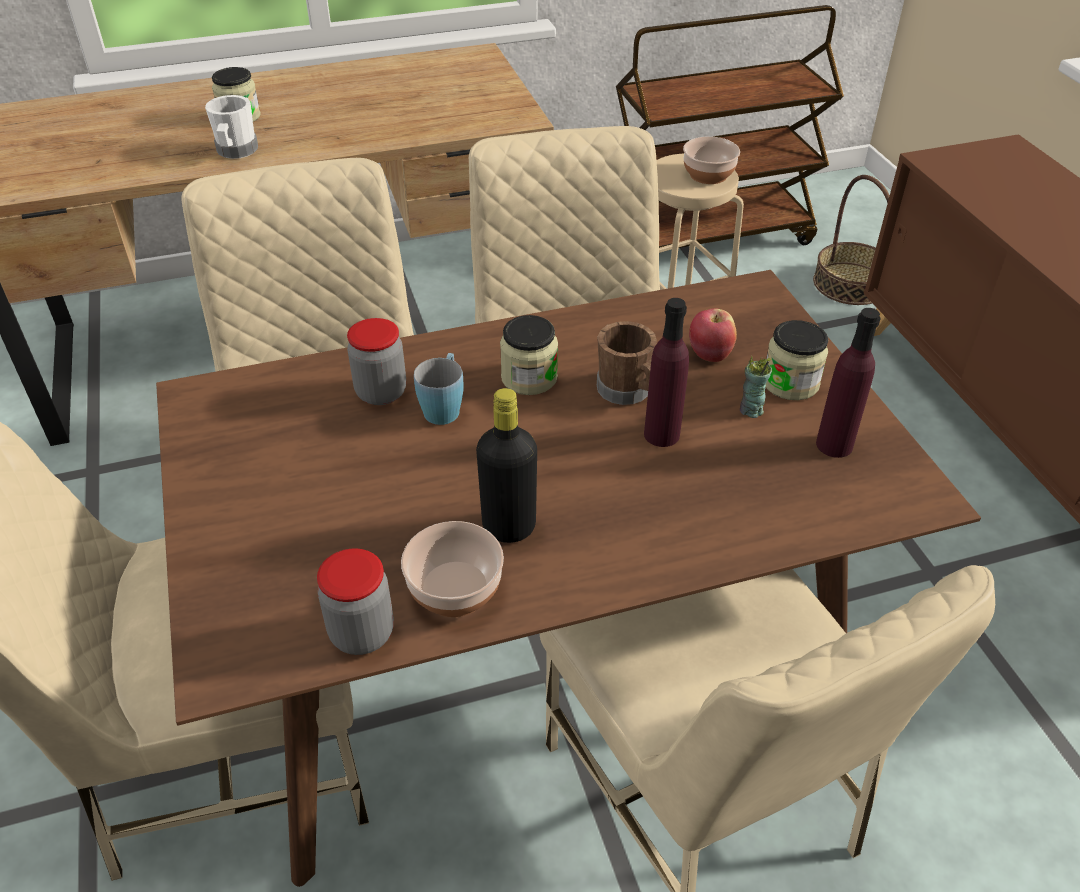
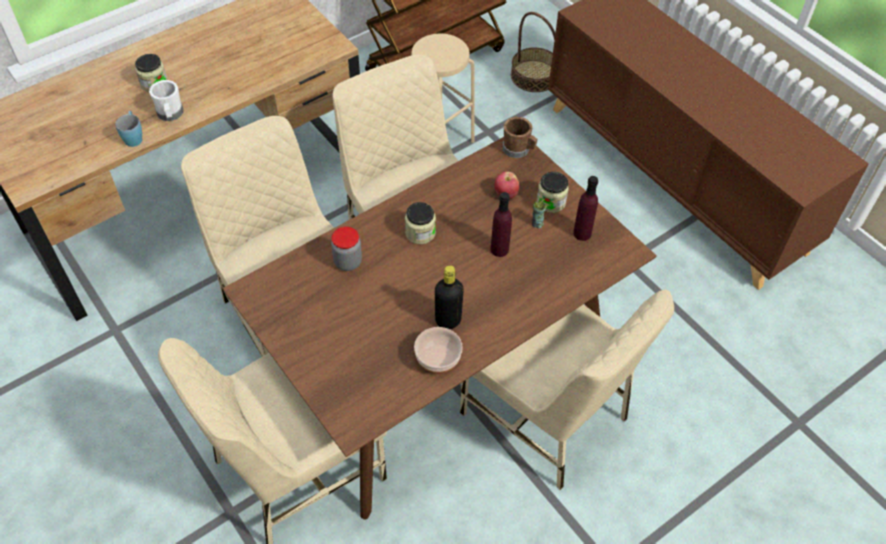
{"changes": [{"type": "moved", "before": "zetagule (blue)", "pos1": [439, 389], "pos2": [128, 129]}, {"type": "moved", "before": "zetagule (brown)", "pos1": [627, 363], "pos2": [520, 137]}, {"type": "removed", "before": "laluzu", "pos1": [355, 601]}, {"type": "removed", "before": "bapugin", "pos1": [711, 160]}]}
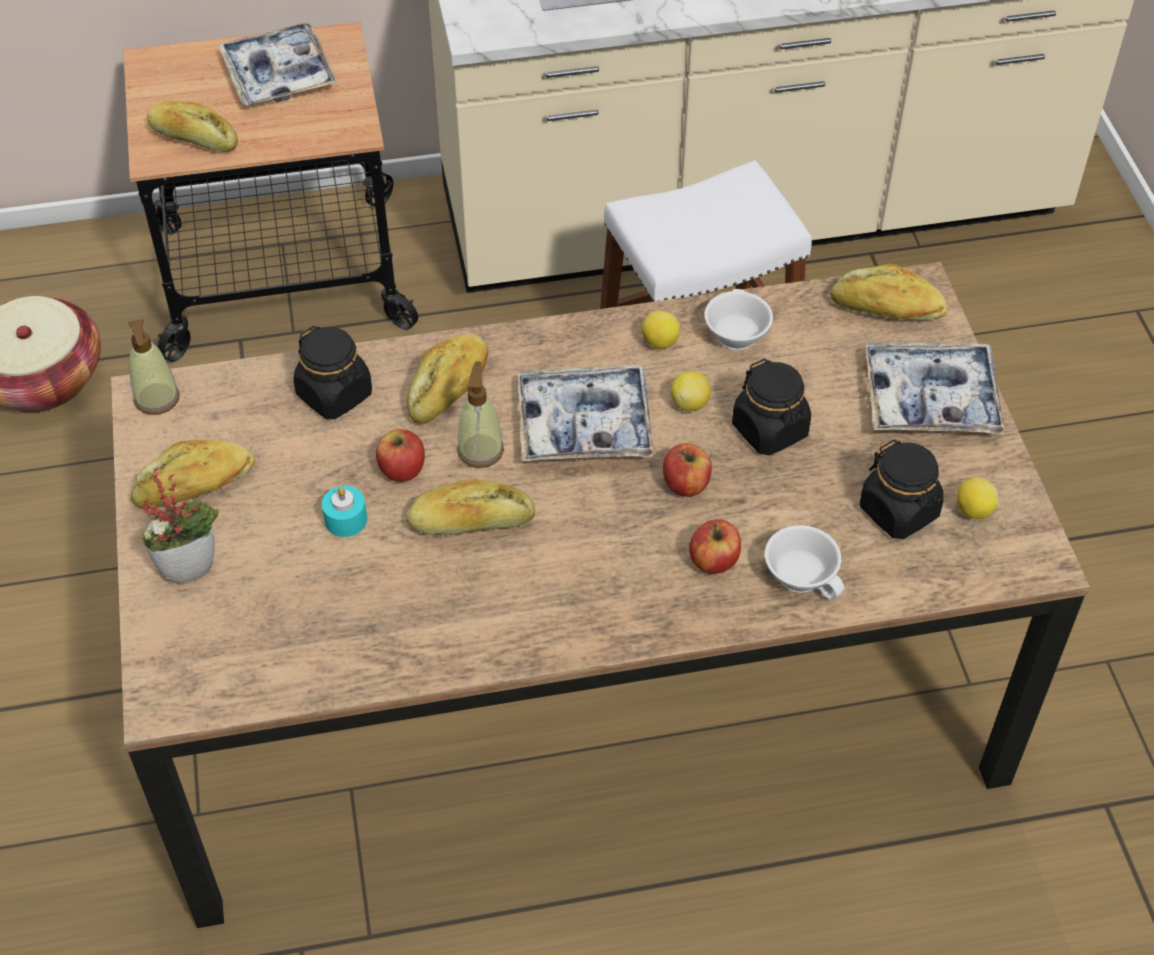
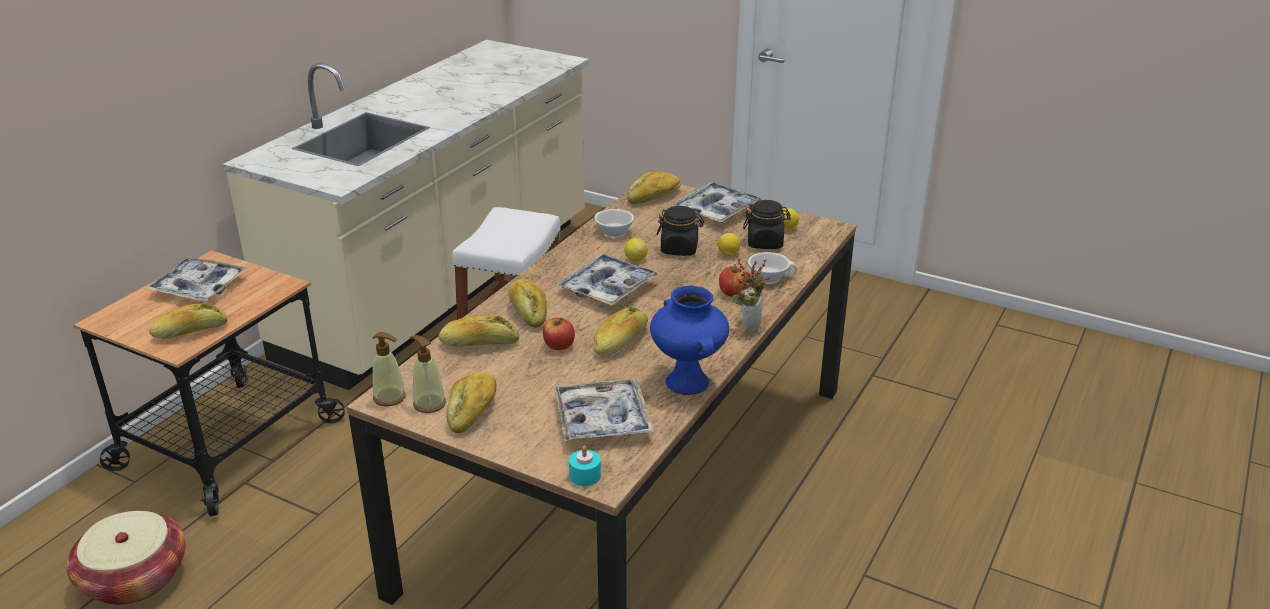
{"changes": [{"type": "moved", "before": "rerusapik", "pos1": [480, 415], "pos2": [428, 374]}, {"type": "replaced", "before": "laluzu (black)", "after": "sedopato", "pos1": [333, 372], "pos2": [478, 330]}, {"type": "added", "after": "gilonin", "pos2": [604, 410]}, {"type": "moved", "before": "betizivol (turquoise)", "pos1": [344, 511], "pos2": [585, 466]}, {"type": "added", "after": "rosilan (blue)", "pos2": [689, 340]}, {"type": "moved", "before": "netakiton", "pos1": [660, 330], "pos2": [729, 244]}, {"type": "moved", "before": "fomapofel", "pos1": [179, 526], "pos2": [751, 294]}, {"type": "removed", "before": "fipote", "pos1": [687, 470]}]}
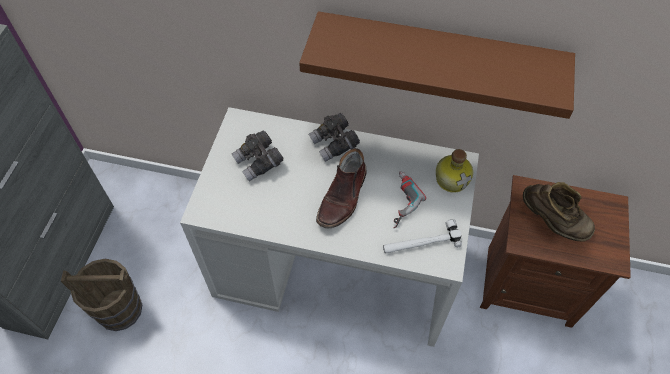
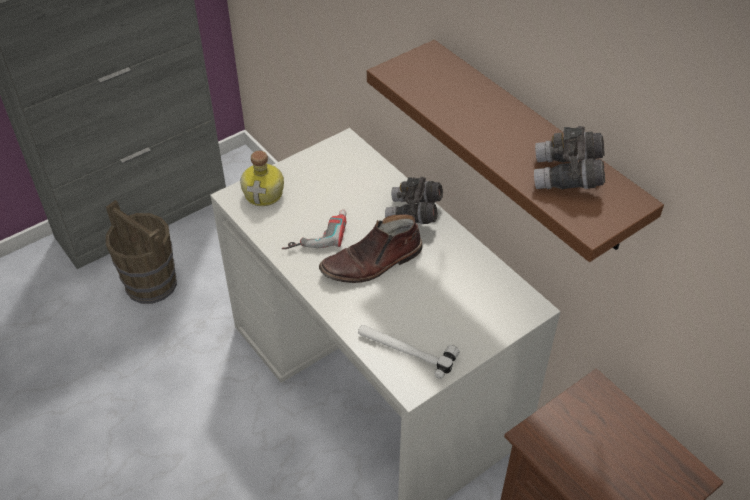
{"changes": [{"type": "moved", "before": "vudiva", "pos1": [454, 171], "pos2": [262, 178]}, {"type": "moved", "before": "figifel", "pos1": [410, 199], "pos2": [314, 229]}, {"type": "moved", "before": "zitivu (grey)", "pos1": [258, 156], "pos2": [569, 158]}, {"type": "removed", "before": "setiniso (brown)", "pos1": [559, 212]}]}
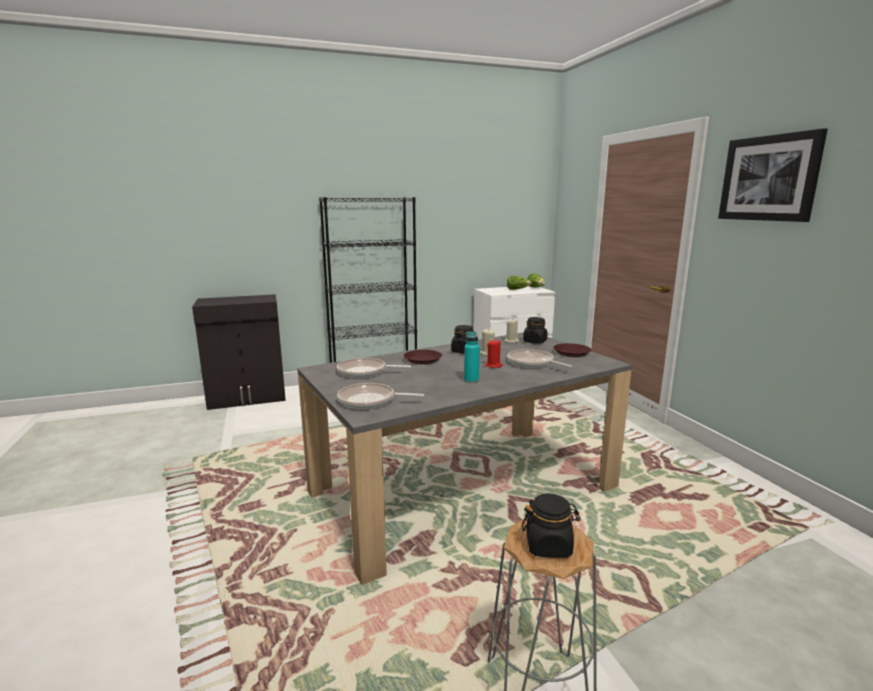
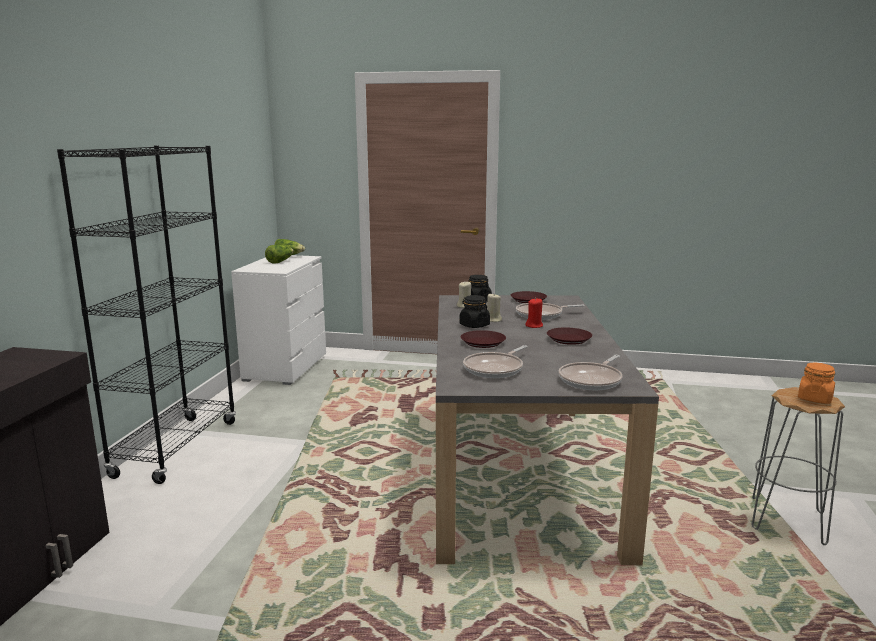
{"changes": [{"type": "replaced", "before": "vudiva (turquoise)", "after": "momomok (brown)", "pos1": [472, 357], "pos2": [569, 336]}, {"type": "recoloured", "before": "laluzu (black)", "after": "laluzu (orange)", "pos1": [551, 525], "pos2": [816, 383]}, {"type": "removed", "before": "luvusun", "pos1": [773, 175]}]}
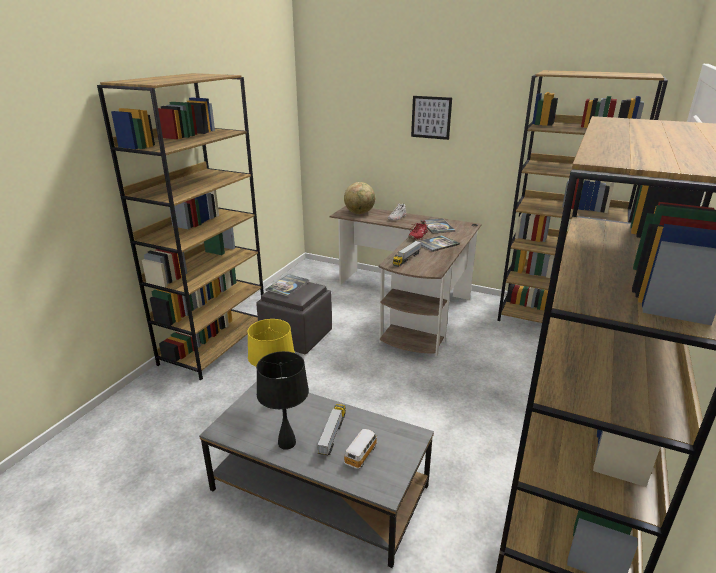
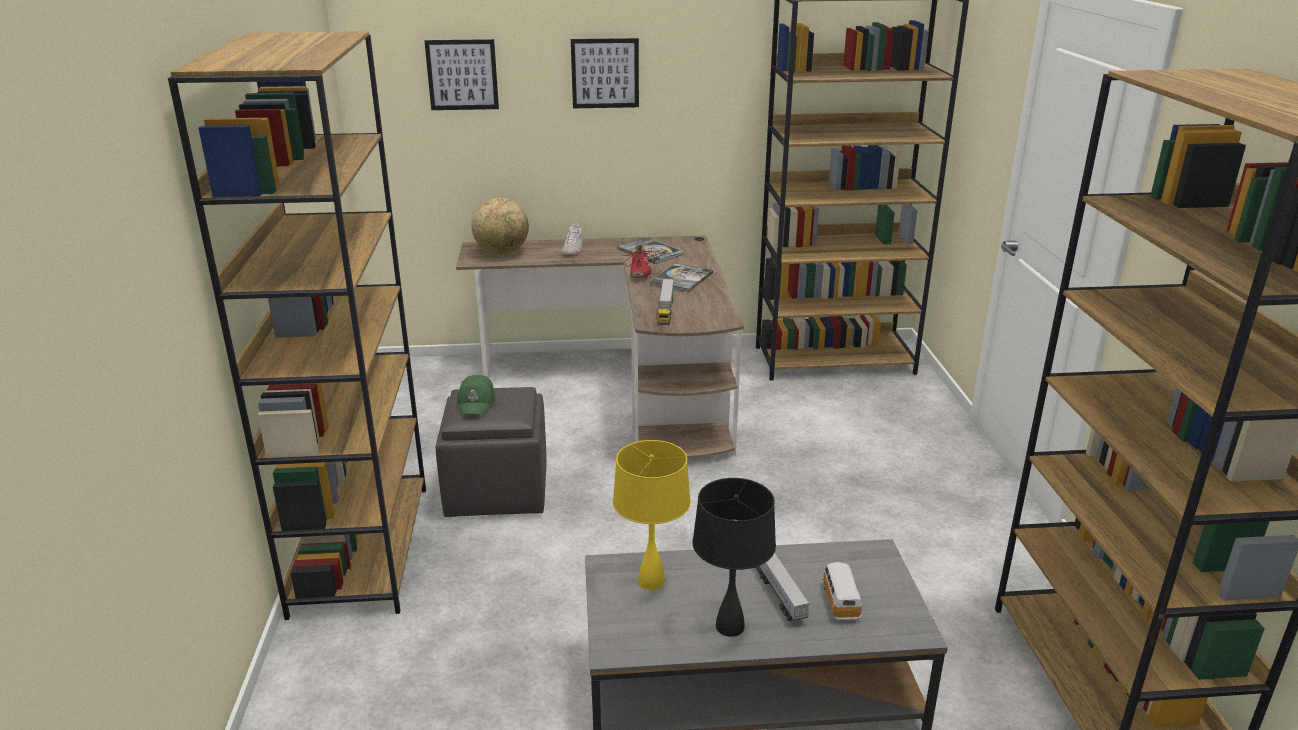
{"changes": [{"type": "added", "after": "luvusun", "pos2": [461, 74]}, {"type": "replaced", "before": "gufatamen", "after": "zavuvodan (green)", "pos1": [288, 285], "pos2": [476, 395]}]}
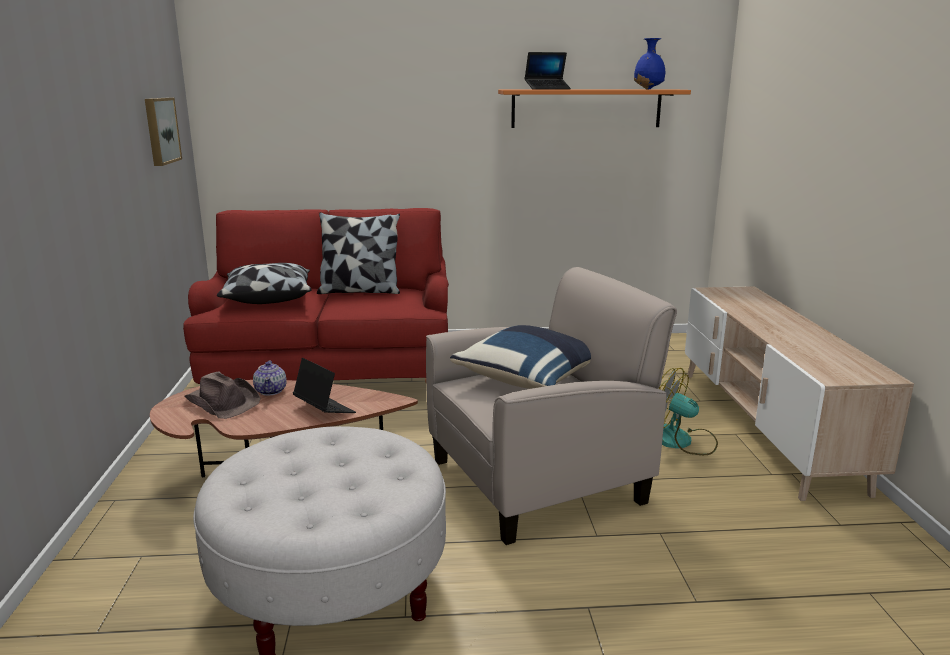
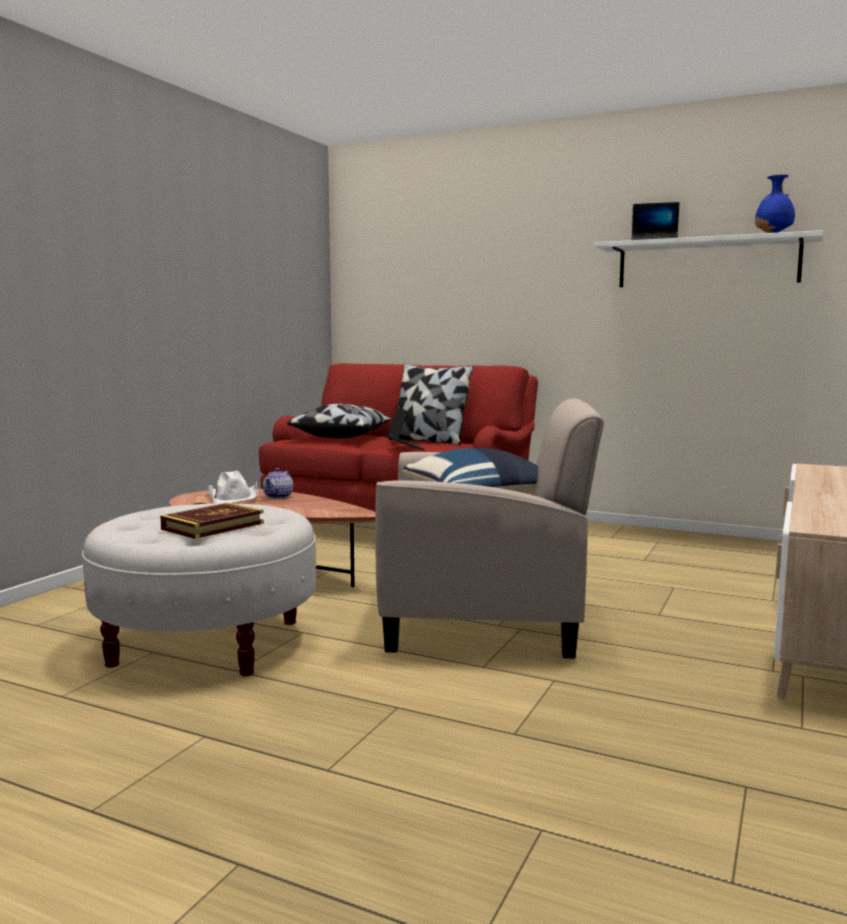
{"changes": [{"type": "added", "after": "gufatamen", "pos2": [212, 521]}, {"type": "recoloured", "before": "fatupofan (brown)", "after": "fatupofan (white)", "pos1": [222, 395], "pos2": [233, 487]}, {"type": "moved", "before": "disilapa", "pos1": [324, 385], "pos2": [406, 428]}, {"type": "recoloured", "before": "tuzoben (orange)", "after": "tuzoben (white)", "pos1": [594, 108], "pos2": [709, 258]}, {"type": "removed", "before": "luvusun", "pos1": [163, 132]}, {"type": "removed", "before": "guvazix", "pos1": [688, 411]}]}
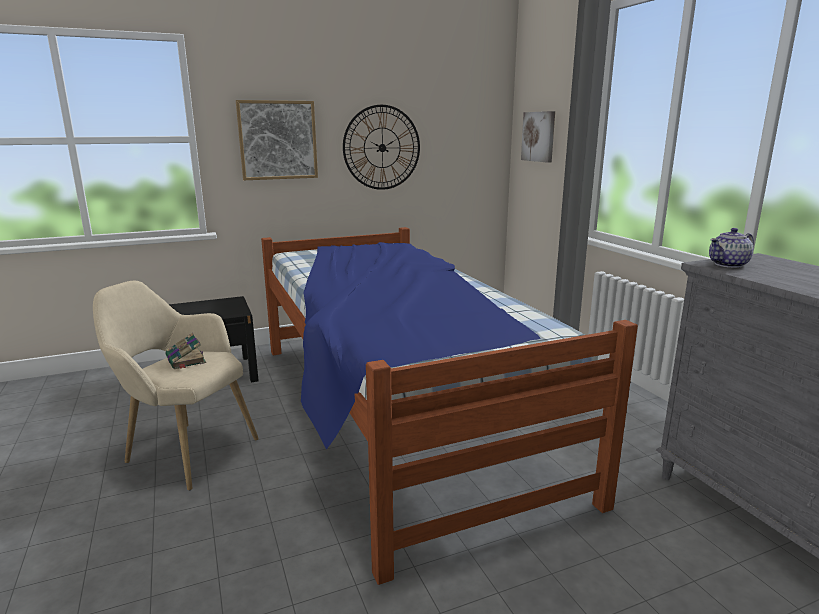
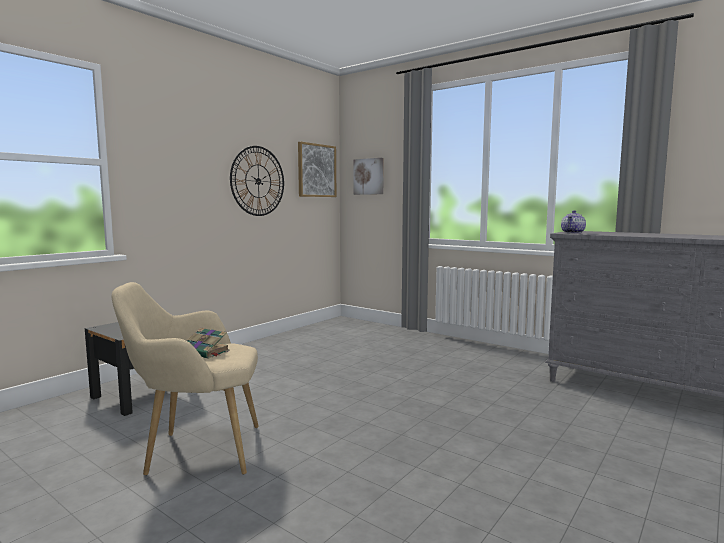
{"changes": [{"type": "moved", "before": "luvusun", "pos1": [277, 140], "pos2": [317, 169]}, {"type": "removed", "before": "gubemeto", "pos1": [449, 406]}]}
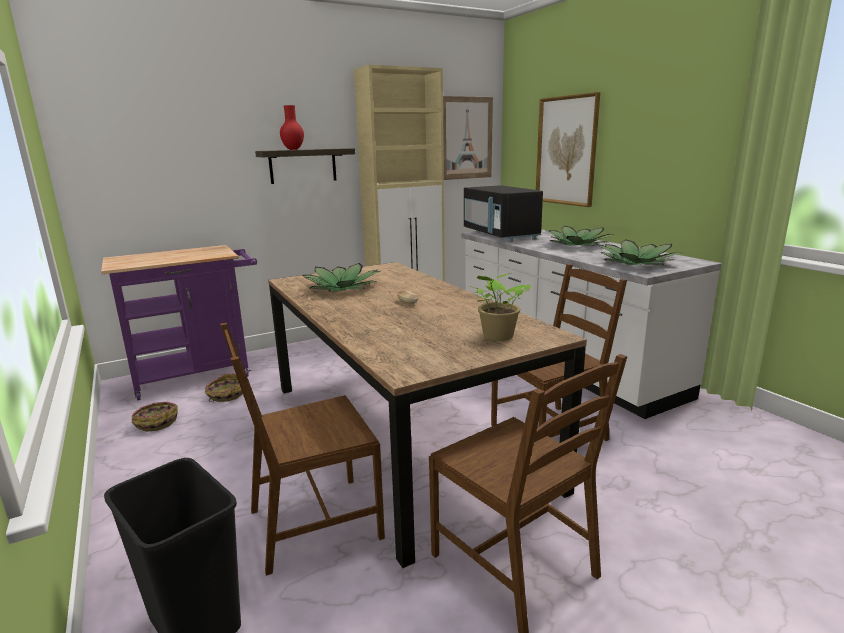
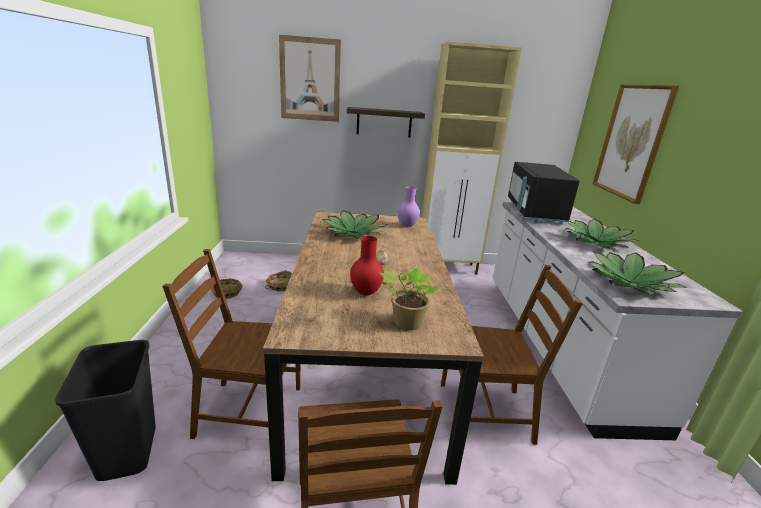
{"changes": [{"type": "moved", "before": "luvusun", "pos1": [468, 138], "pos2": [310, 78]}, {"type": "moved", "before": "rosilan (red)", "pos1": [292, 127], "pos2": [367, 265]}, {"type": "added", "after": "rosilan (purple)", "pos2": [408, 206]}, {"type": "removed", "before": "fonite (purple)", "pos1": [179, 323]}]}
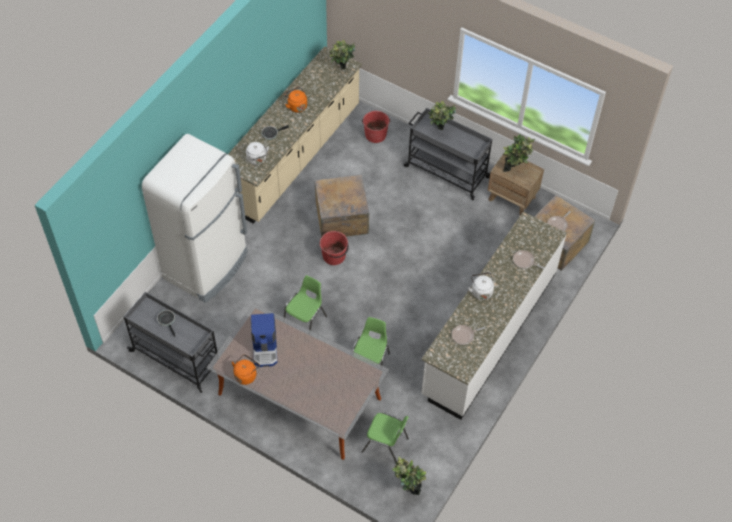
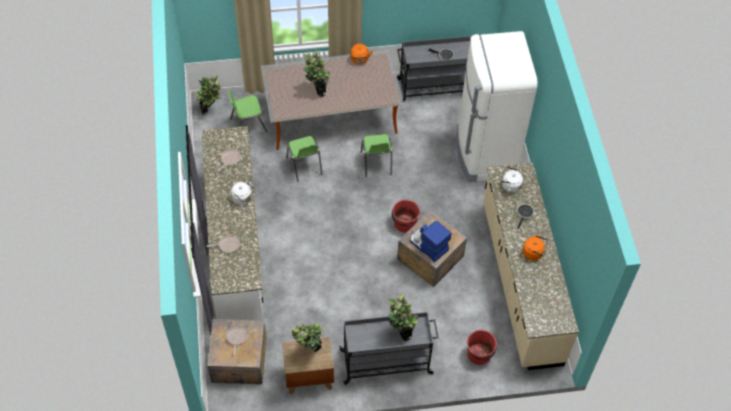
{"changes": [{"type": "moved", "before": "fomapofel", "pos1": [342, 54], "pos2": [316, 74]}, {"type": "moved", "before": "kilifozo", "pos1": [264, 340], "pos2": [431, 241]}]}
